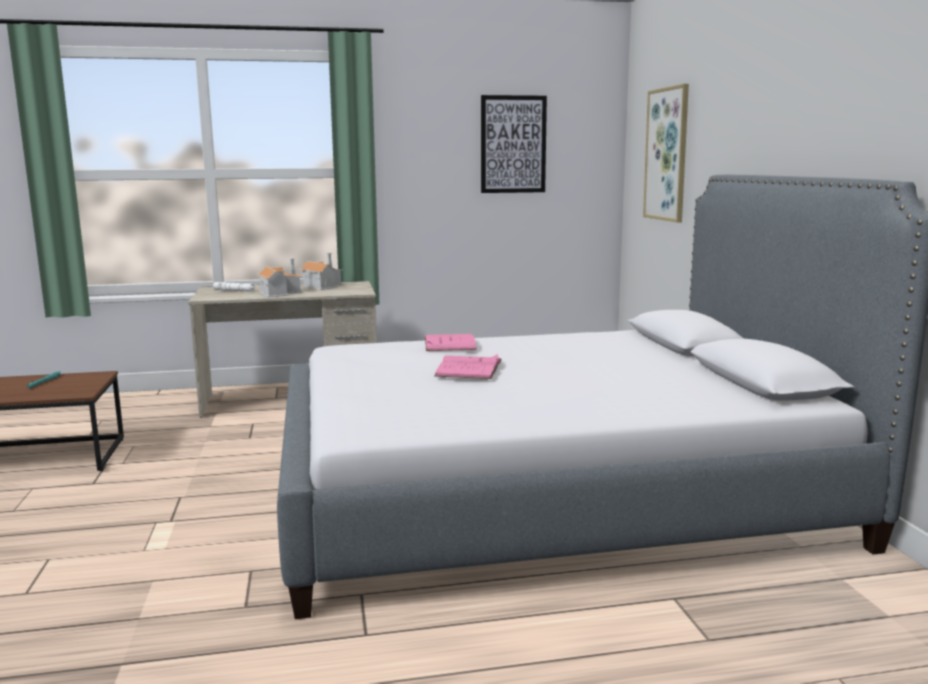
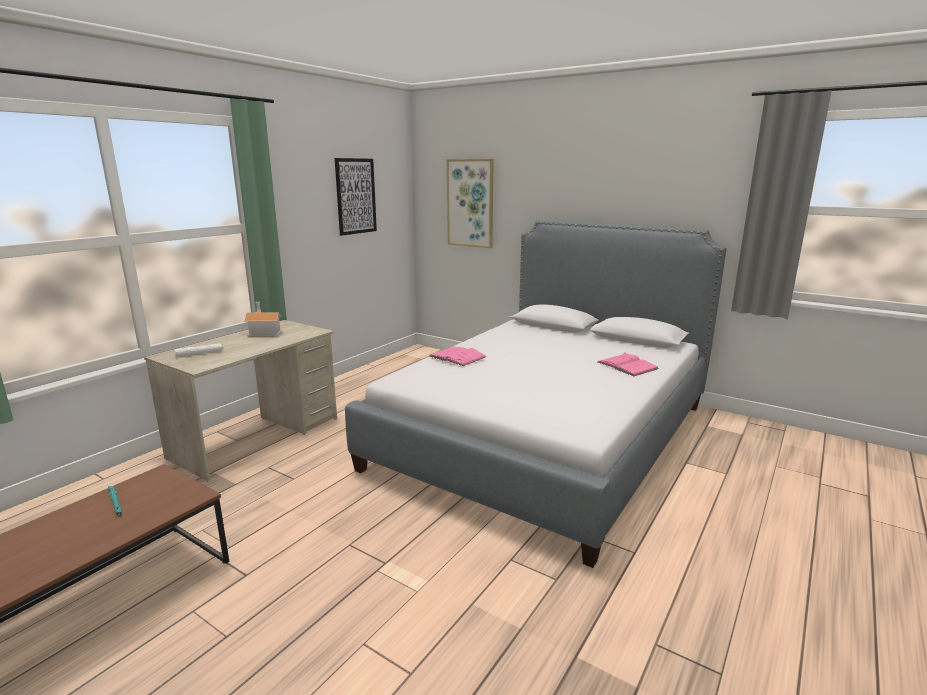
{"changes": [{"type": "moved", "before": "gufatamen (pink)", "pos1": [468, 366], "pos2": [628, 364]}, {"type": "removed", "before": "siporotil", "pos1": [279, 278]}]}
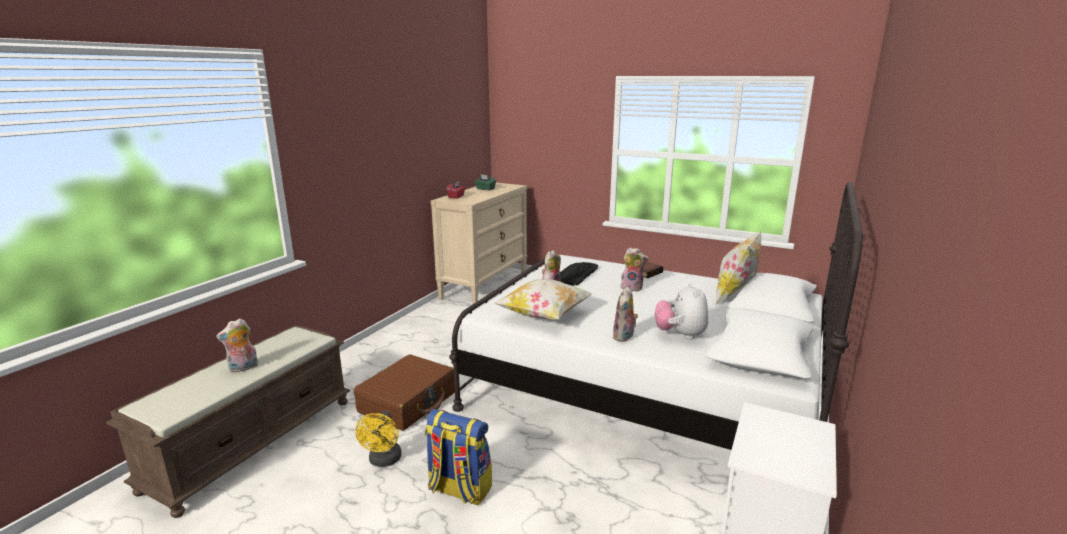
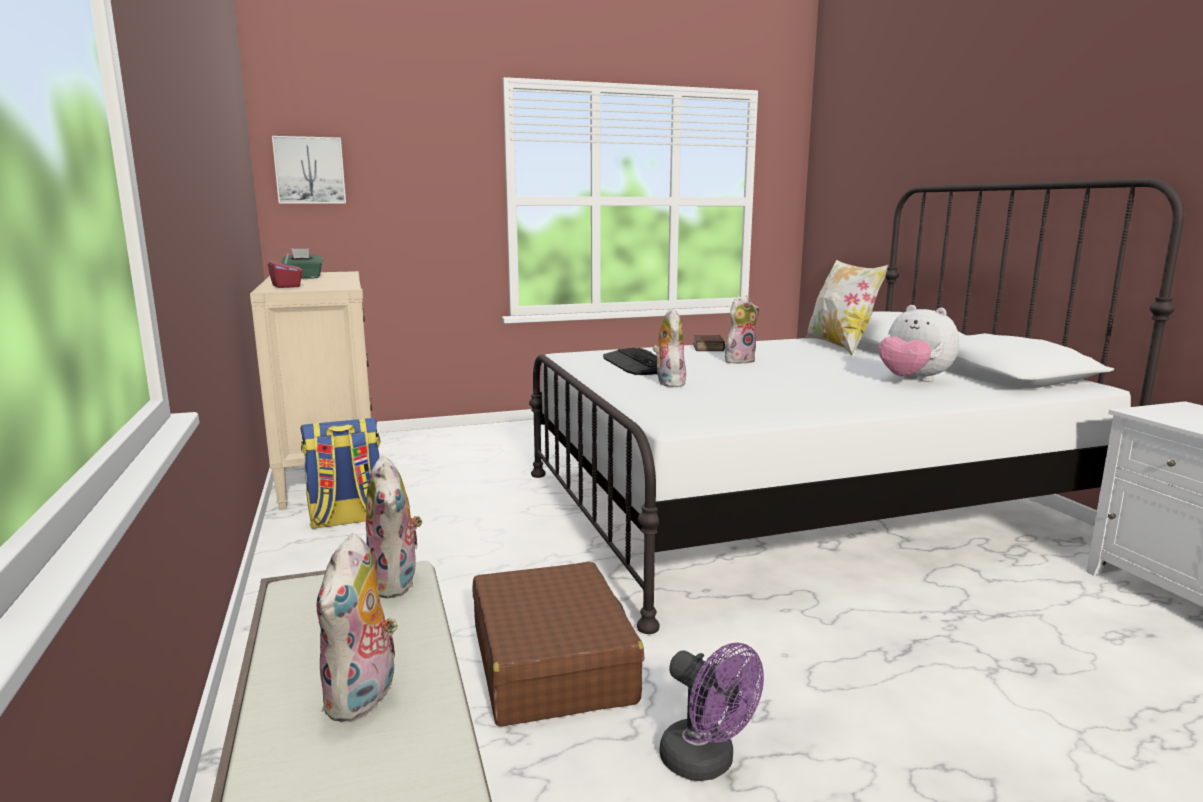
{"changes": [{"type": "added", "after": "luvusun", "pos2": [309, 170]}, {"type": "moved", "before": "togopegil", "pos1": [458, 457], "pos2": [340, 473]}, {"type": "moved", "before": "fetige", "pos1": [625, 314], "pos2": [394, 527]}, {"type": "recoloured", "before": "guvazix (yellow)", "after": "guvazix (purple)", "pos1": [378, 439], "pos2": [712, 711]}, {"type": "removed", "before": "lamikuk", "pos1": [544, 299]}]}
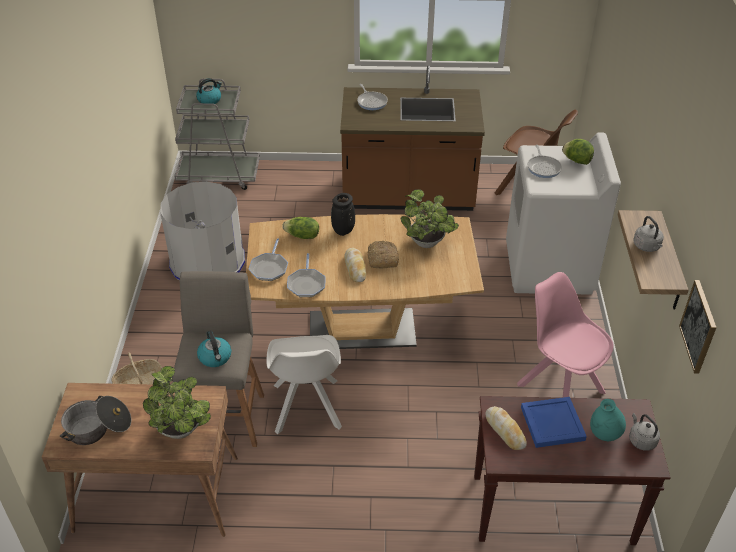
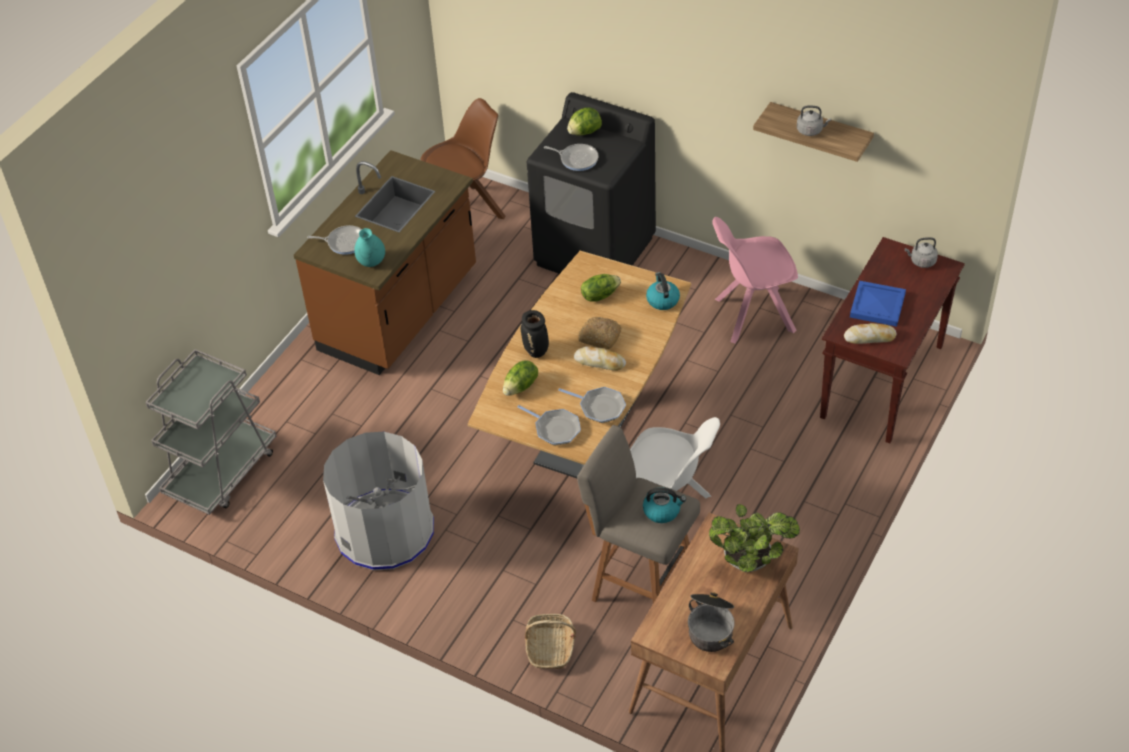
{"changes": [{"type": "moved", "before": "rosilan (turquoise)", "pos1": [608, 420], "pos2": [369, 247]}, {"type": "recoloured", "before": "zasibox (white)", "after": "zasibox (black)", "pos1": [563, 213], "pos2": [591, 183]}, {"type": "replaced", "before": "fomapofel", "after": "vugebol", "pos1": [430, 218], "pos2": [601, 288]}, {"type": "moved", "before": "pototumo", "pos1": [209, 91], "pos2": [663, 291]}, {"type": "removed", "before": "luvusun", "pos1": [698, 327]}]}
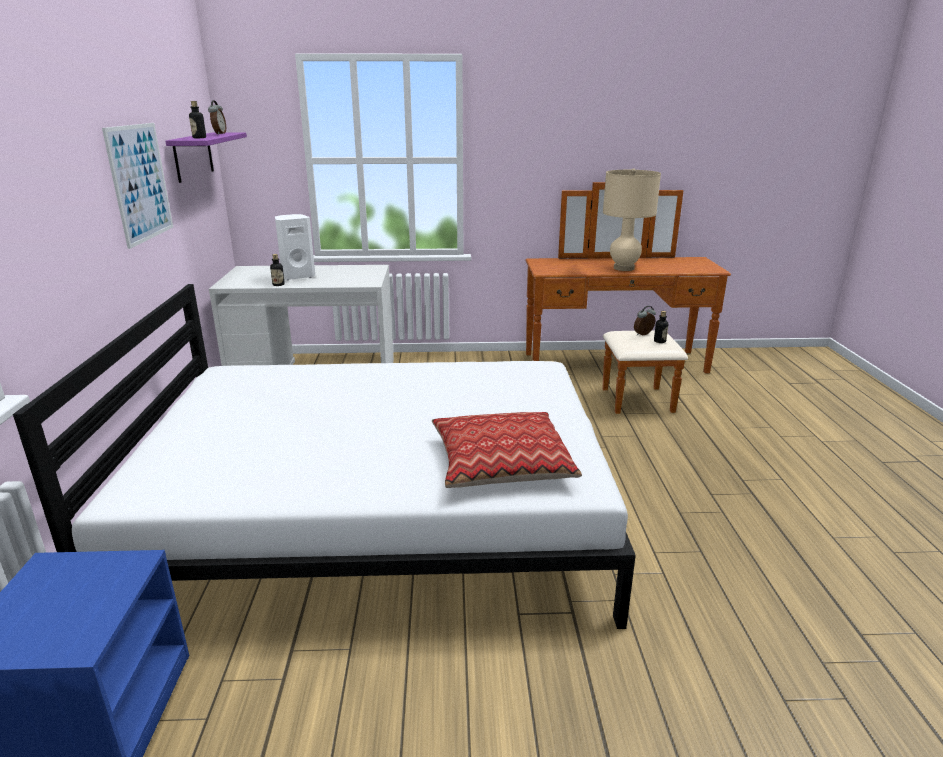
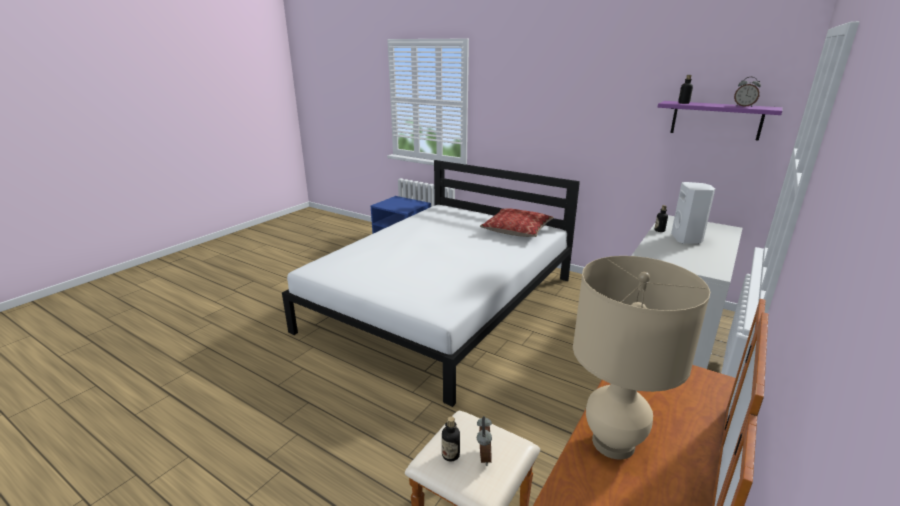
{"changes": [{"type": "moved", "before": "lamikuk", "pos1": [507, 450], "pos2": [517, 222]}, {"type": "removed", "before": "luvusun", "pos1": [137, 186]}]}
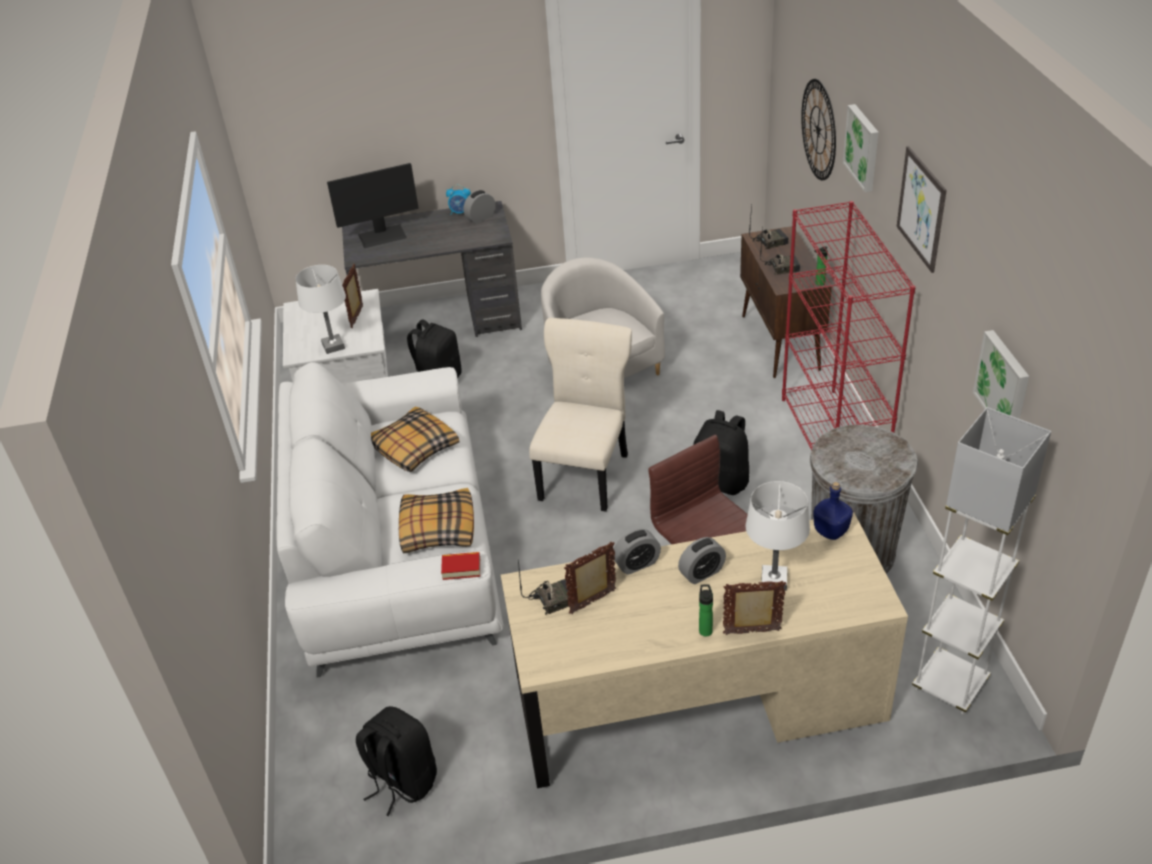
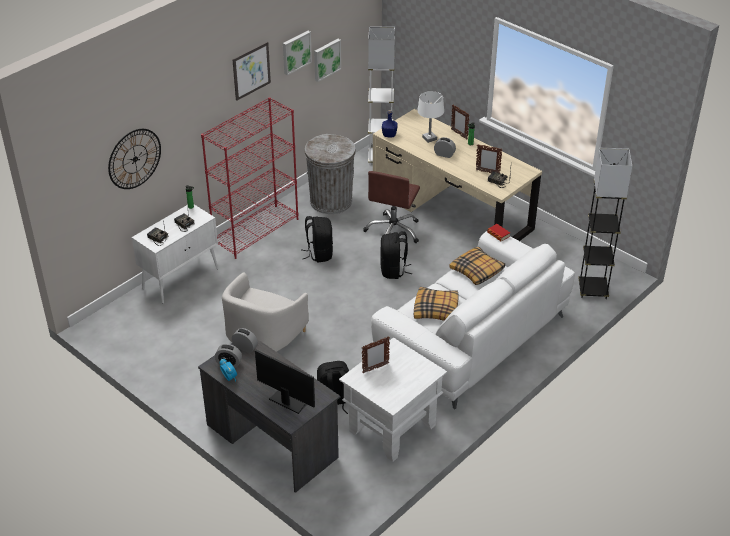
{"changes": [{"type": "recoloured", "before": "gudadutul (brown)", "after": "gudadutul (white)", "pos1": [786, 302], "pos2": [175, 254]}, {"type": "moved", "before": "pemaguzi", "pos1": [637, 552], "pos2": [245, 340]}, {"type": "moved", "before": "luvusun", "pos1": [861, 148], "pos2": [297, 53]}, {"type": "moved", "before": "togopegil (black)", "pos1": [396, 761], "pos2": [396, 255]}, {"type": "added", "after": "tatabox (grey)", "pos2": [605, 223]}, {"type": "removed", "before": "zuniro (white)", "pos1": [321, 309]}, {"type": "removed", "before": "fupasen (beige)", "pos1": [580, 415]}]}
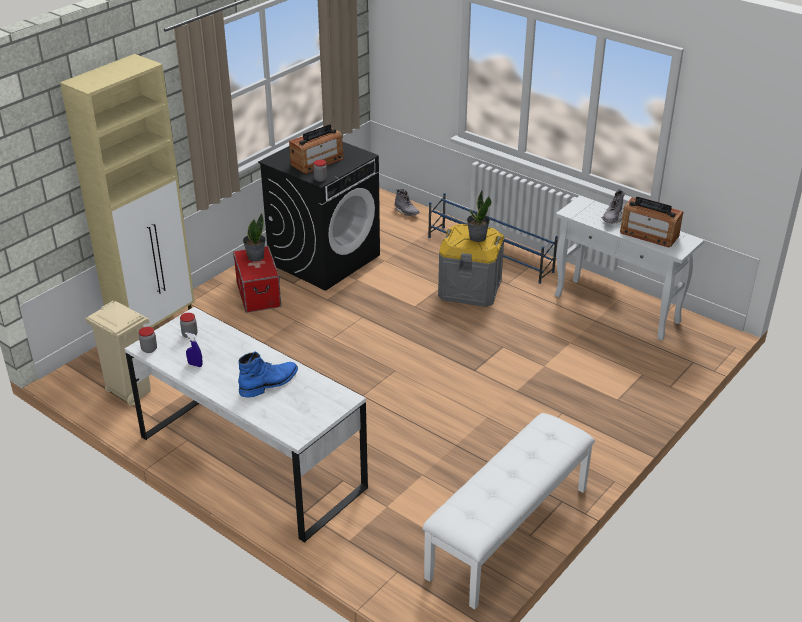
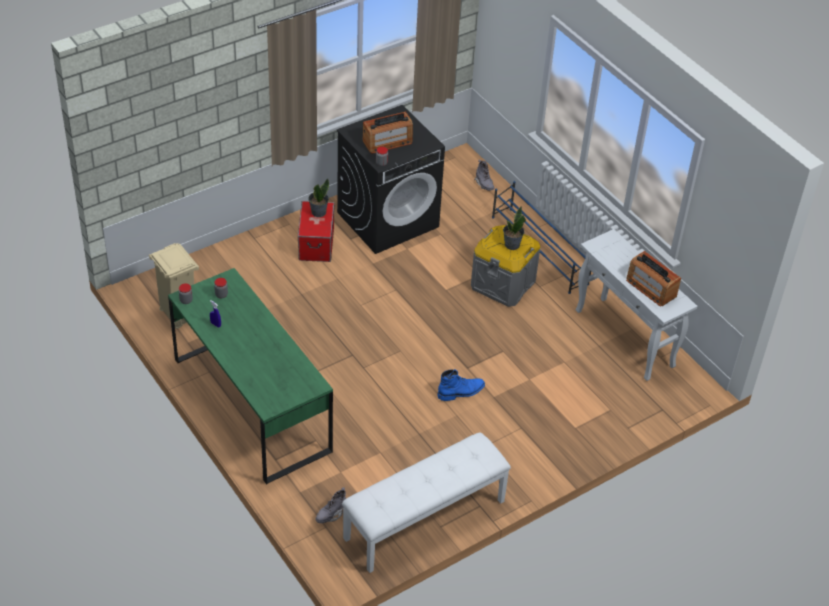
{"changes": [{"type": "recoloured", "before": "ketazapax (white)", "after": "ketazapax (green)", "pos1": [246, 425], "pos2": [250, 376]}, {"type": "moved", "before": "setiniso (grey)", "pos1": [613, 206], "pos2": [331, 505]}, {"type": "moved", "before": "setiniso (blue)", "pos1": [268, 374], "pos2": [461, 385]}, {"type": "removed", "before": "gudadutul (beige)", "pos1": [127, 190]}]}
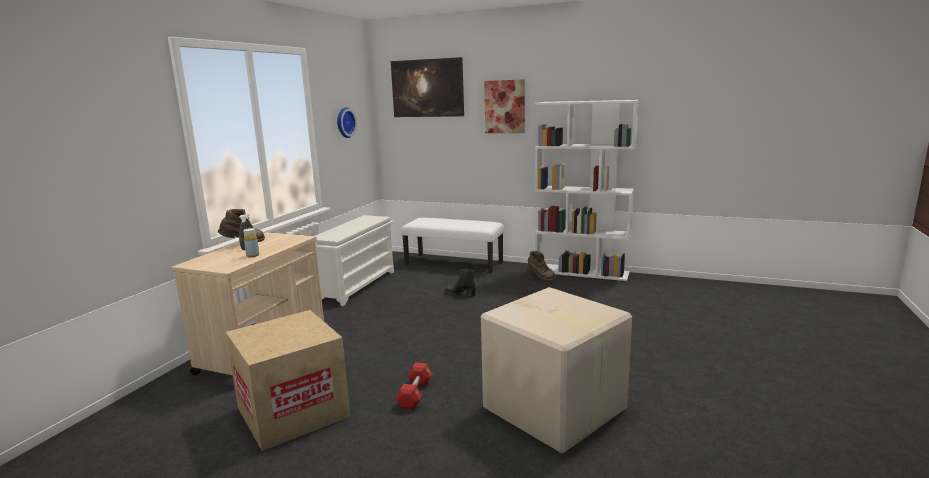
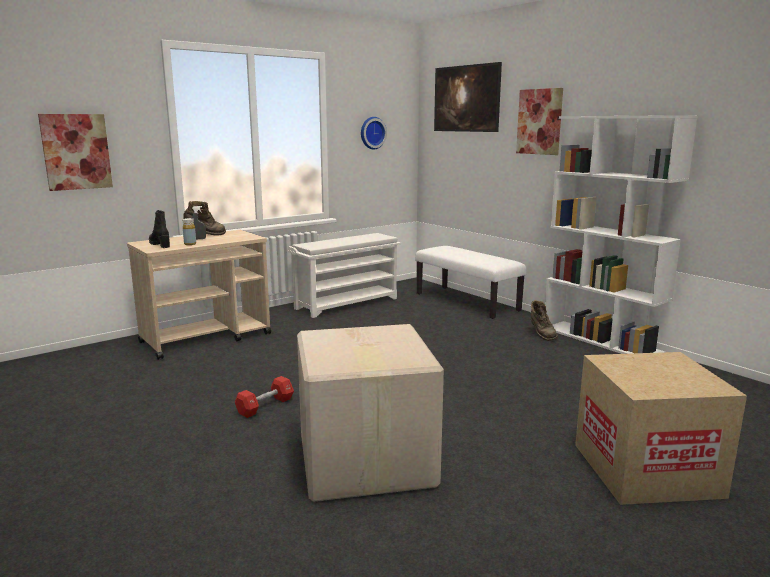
{"changes": [{"type": "added", "after": "luvusun", "pos2": [75, 152]}, {"type": "moved", "before": "setiniso (black)", "pos1": [460, 282], "pos2": [159, 229]}, {"type": "moved", "before": "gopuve", "pos1": [288, 380], "pos2": [661, 428]}]}
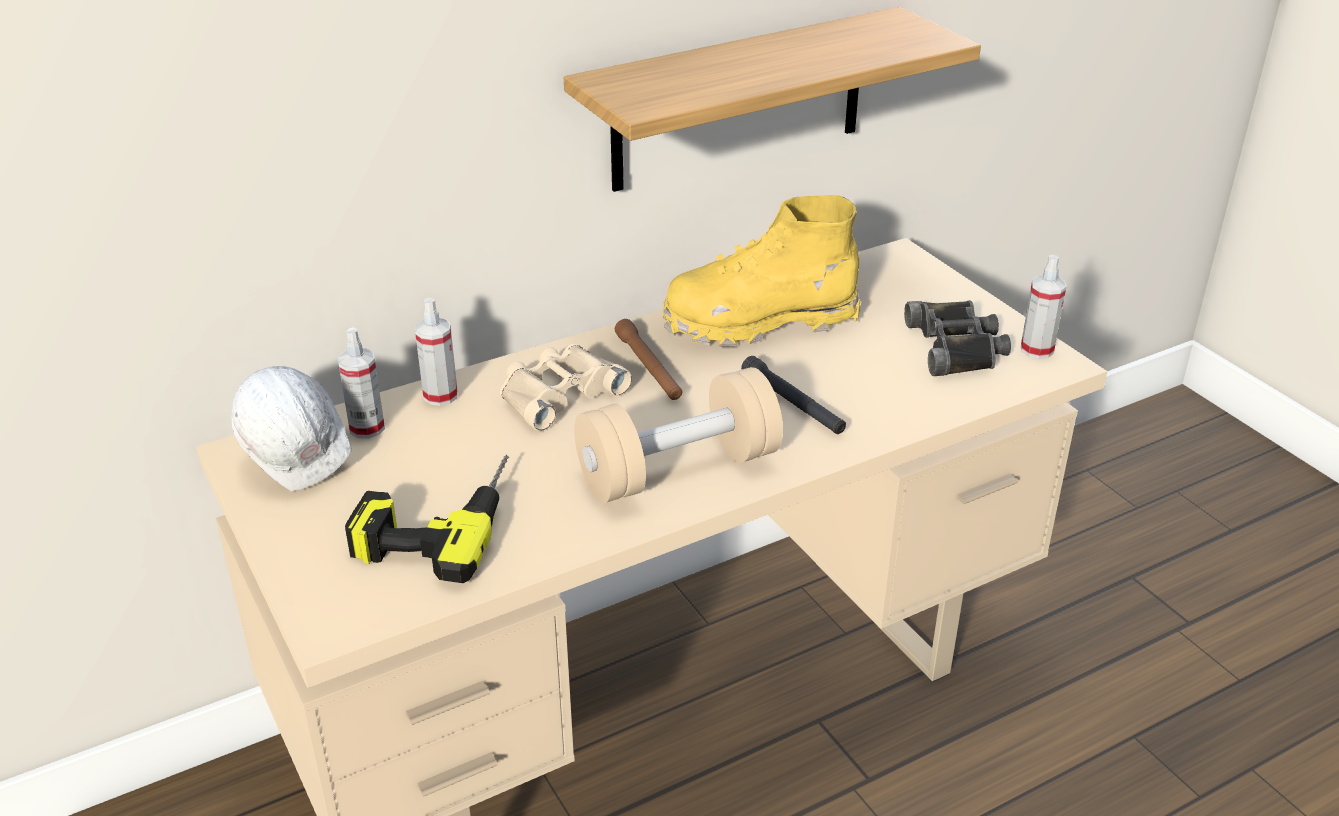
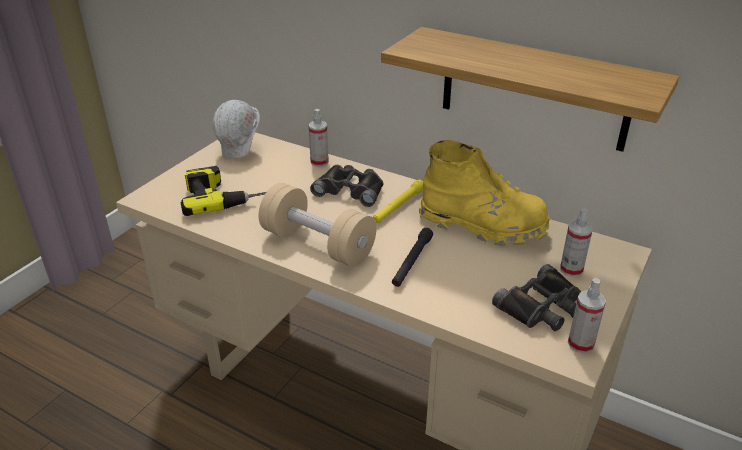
{"changes": [{"type": "recoloured", "before": "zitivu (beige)", "after": "zitivu (black)", "pos1": [566, 387], "pos2": [347, 186]}, {"type": "recoloured", "before": "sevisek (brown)", "after": "sevisek (yellow)", "pos1": [648, 359], "pos2": [398, 201]}, {"type": "turned", "before": "setiniso (yellow)", "pos1": [762, 271], "pos2": [484, 193], "turn": 150}, {"type": "moved", "before": "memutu", "pos1": [361, 383], "pos2": [576, 242]}]}
